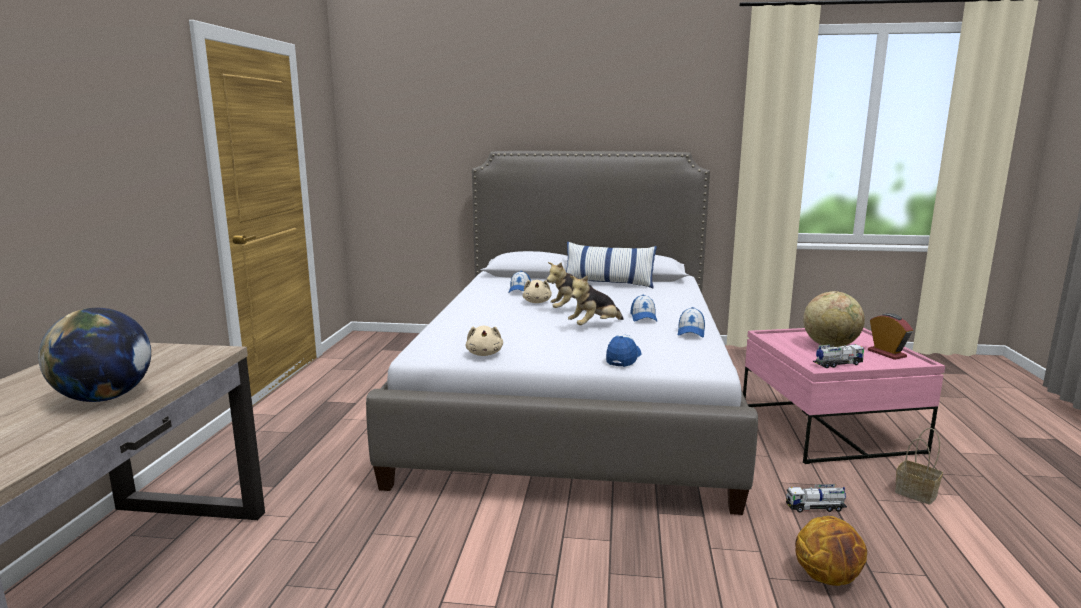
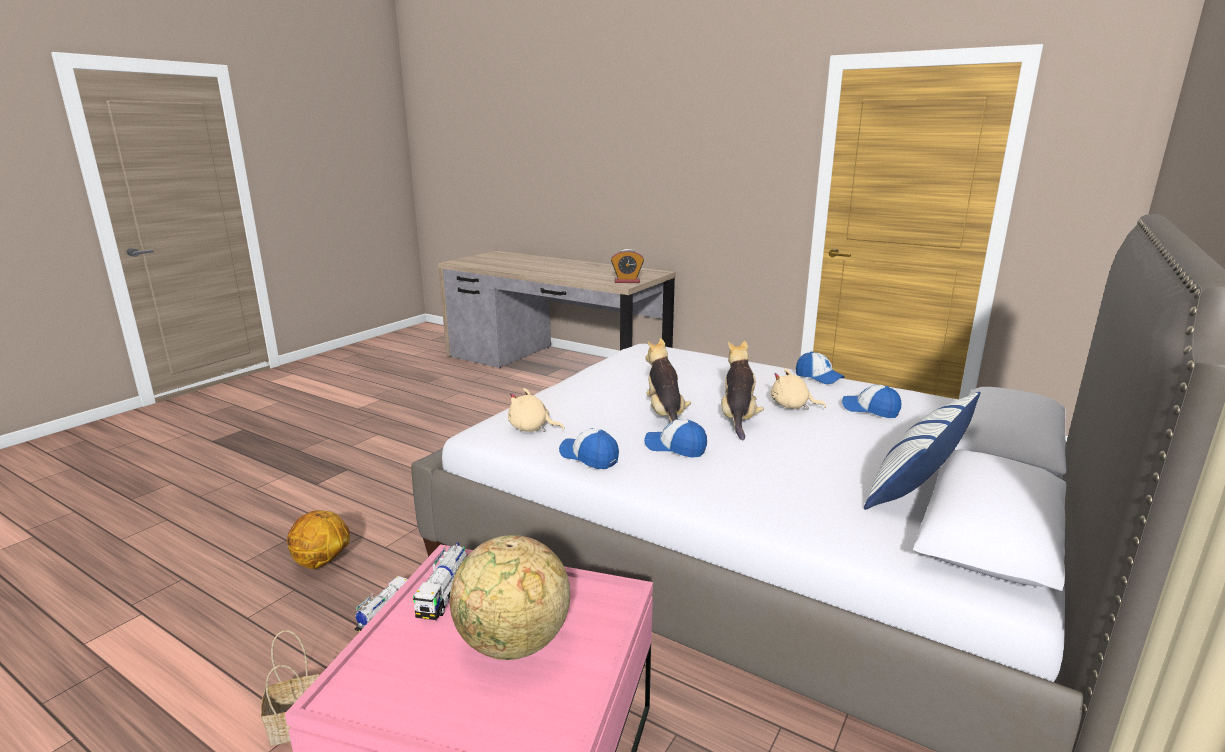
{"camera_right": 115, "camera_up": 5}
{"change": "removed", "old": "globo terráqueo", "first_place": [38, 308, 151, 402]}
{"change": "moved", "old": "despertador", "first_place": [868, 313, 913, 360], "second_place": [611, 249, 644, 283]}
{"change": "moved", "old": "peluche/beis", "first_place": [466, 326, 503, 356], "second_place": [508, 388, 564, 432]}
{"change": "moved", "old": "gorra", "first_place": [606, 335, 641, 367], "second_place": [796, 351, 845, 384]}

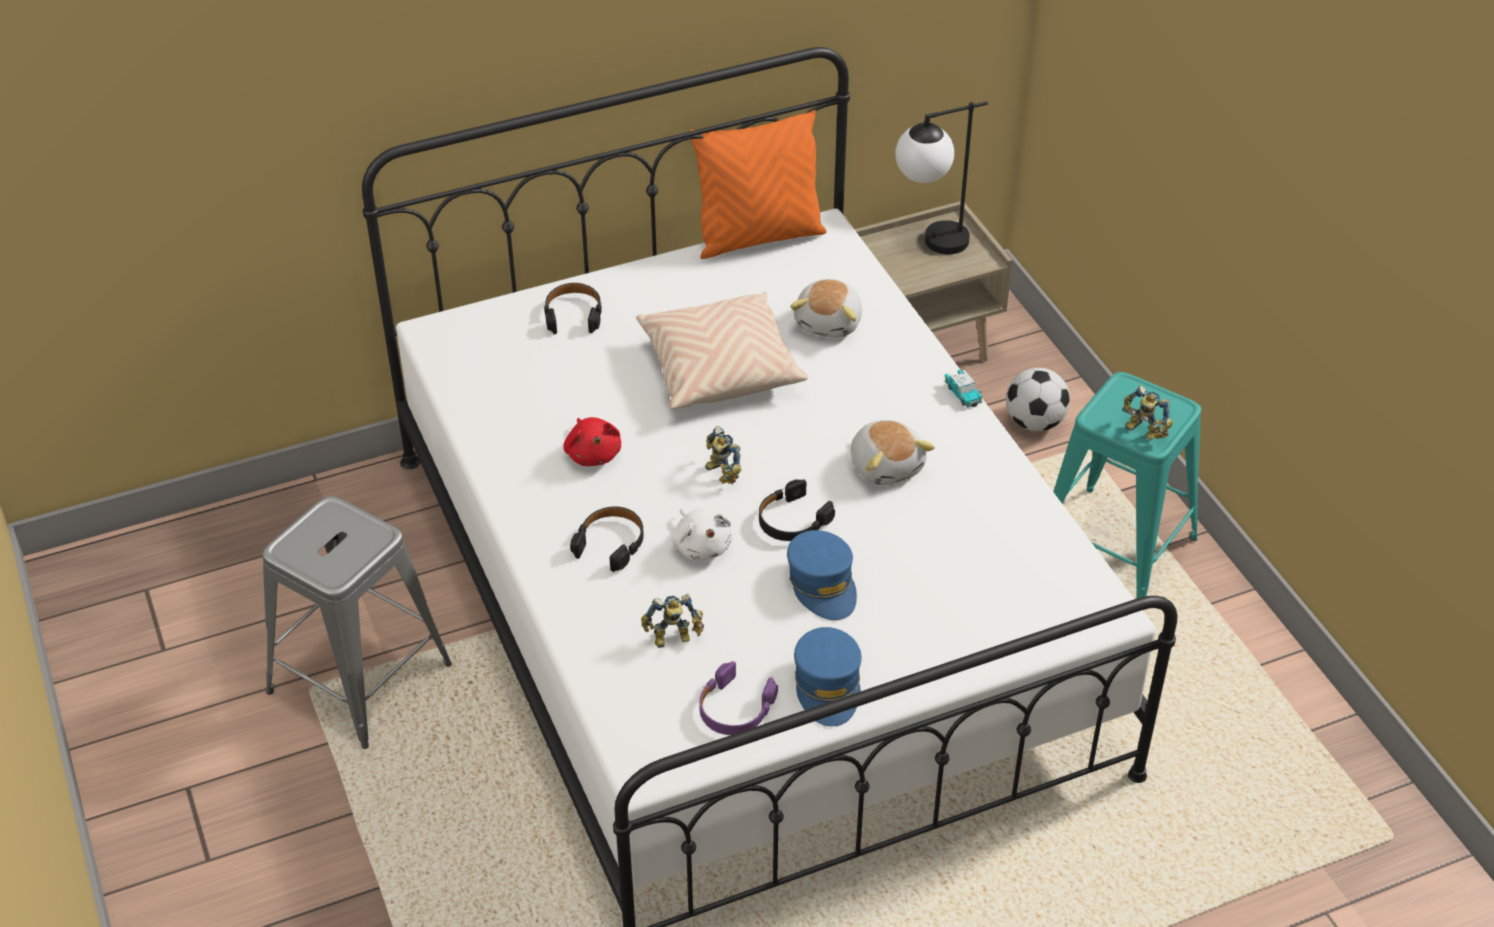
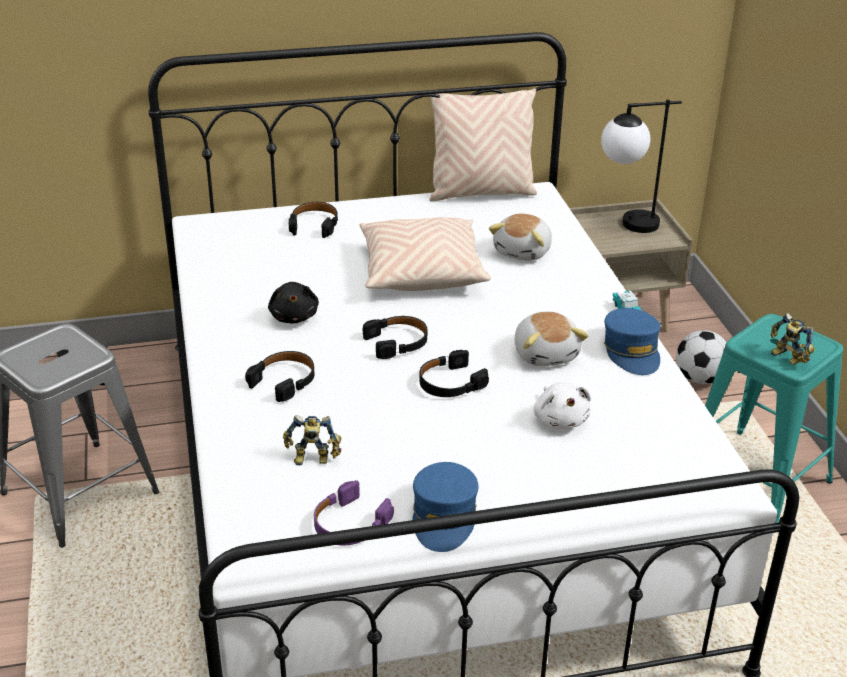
{"camera_right": 10, "camera_up": -10}
{"change": "recoloured", "old": "cojín/naranja", "new": "cojín/beis", "first_place": [689, 110, 827, 259], "second_place": [430, 88, 537, 202]}
{"change": "recoloured", "old": "peluche/rojo", "new": "peluche/negro", "first_place": [564, 417, 621, 466], "second_place": [268, 282, 319, 323]}
{"change": "replaced", "old": "robot de juguete", "new": "auriculares/negro", "first_place": [705, 426, 741, 484], "second_place": [363, 316, 427, 359]}
{"change": "moved", "old": "peluche/blanco", "first_place": [672, 508, 733, 560], "second_place": [533, 382, 591, 429]}
{"change": "moved", "old": "gorra/azul", "first_place": [787, 530, 857, 620], "second_place": [604, 308, 661, 375]}

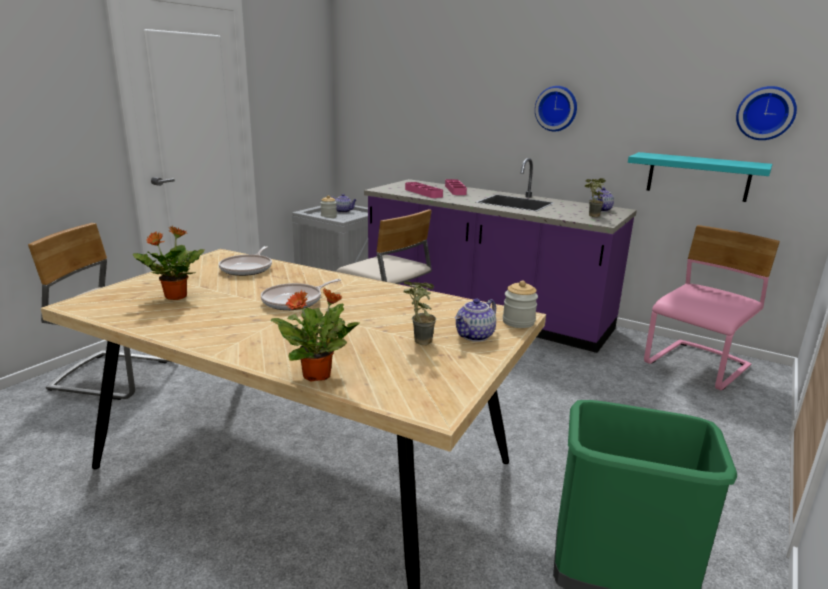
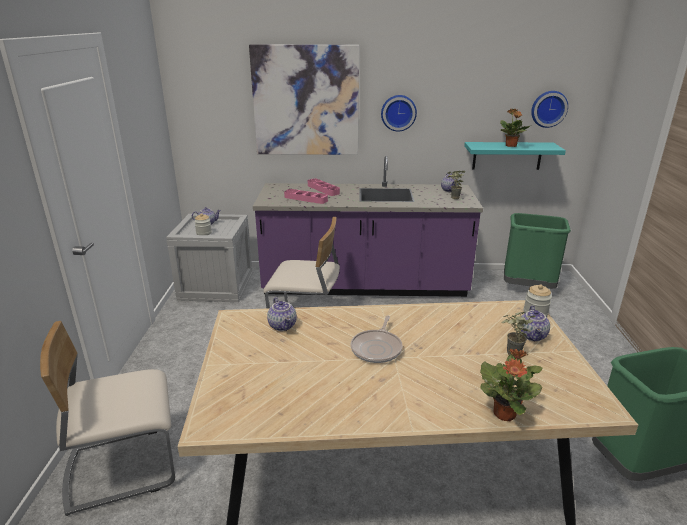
{"camera_right": -30, "camera_up": 5}
{"change": "replaced", "old": "silla/rosa", "new": "papelera/verde", "first_place": [644, 225, 780, 390], "second_place": [504, 213, 571, 289]}
{"change": "moved", "old": "planta en maceta", "first_place": [133, 227, 205, 300], "second_place": [500, 109, 530, 147]}
{"change": "replaced", "old": "sartén", "new": "tetera", "first_place": [219, 246, 272, 276], "second_place": [267, 297, 297, 331]}
{"change": "added", "new": "cuadro", "second_place": [249, 45, 359, 155]}

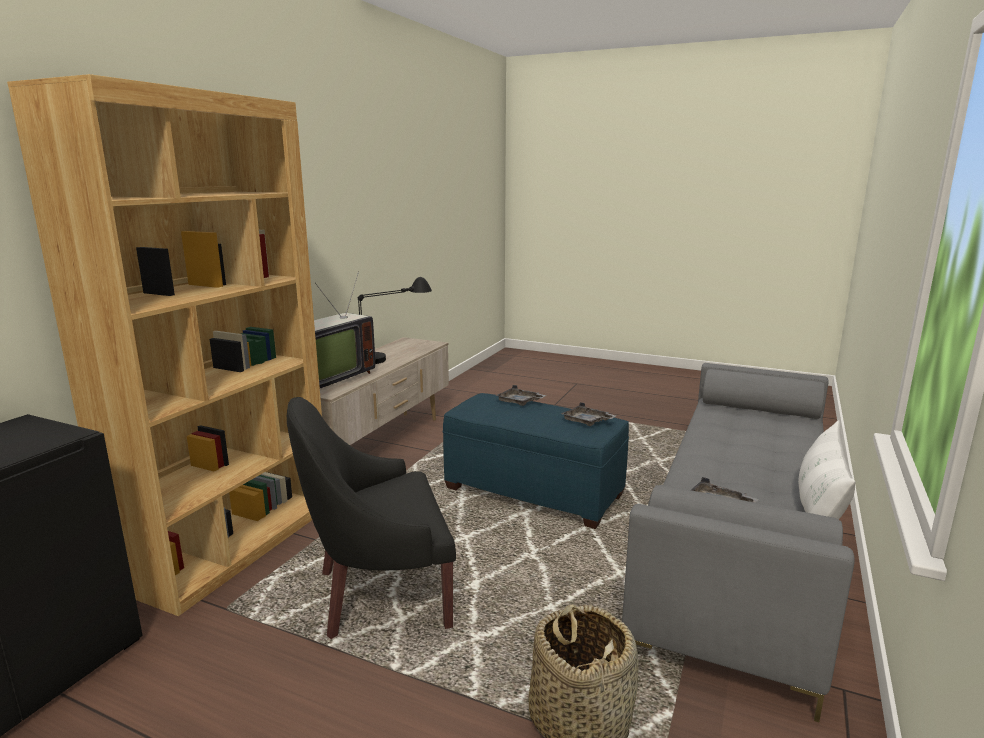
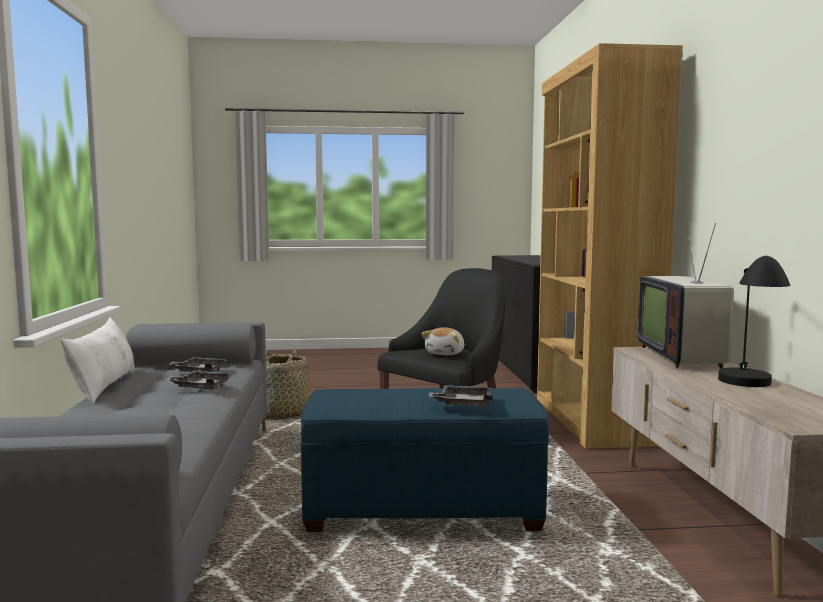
{"camera_right": 150, "camera_up": -10}
{"change": "moved", "old": "bandeja/gris", "first_place": [561, 402, 616, 426], "second_place": [166, 370, 233, 390]}
{"change": "added", "new": "peluche", "second_place": [422, 327, 464, 355]}

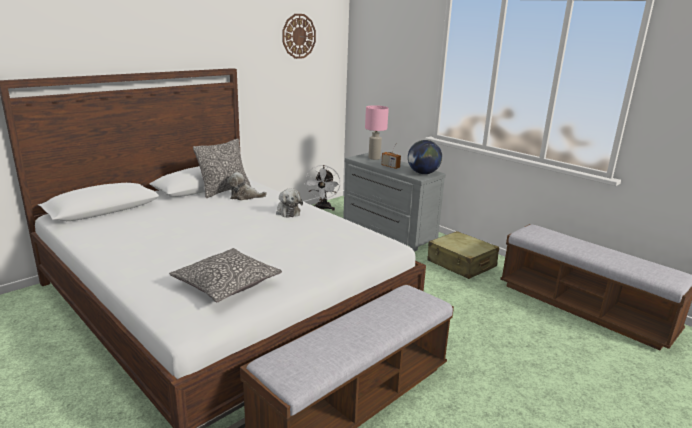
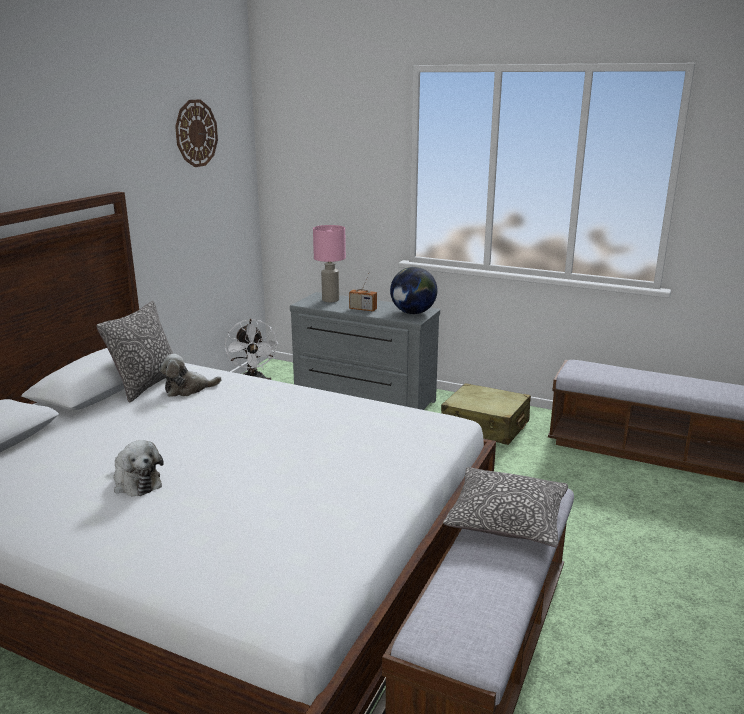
{"camera_right": -20, "camera_up": 0}
{"change": "moved", "old": "peluche", "first_place": [276, 189, 303, 218], "second_place": [113, 440, 164, 496]}
{"change": "moved", "old": "cojín", "first_place": [169, 248, 282, 303], "second_place": [443, 467, 568, 547]}

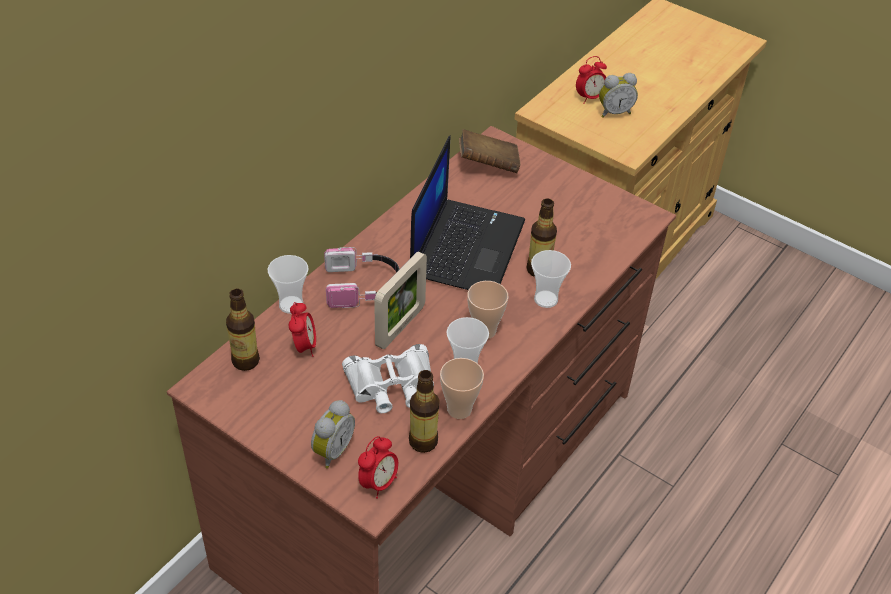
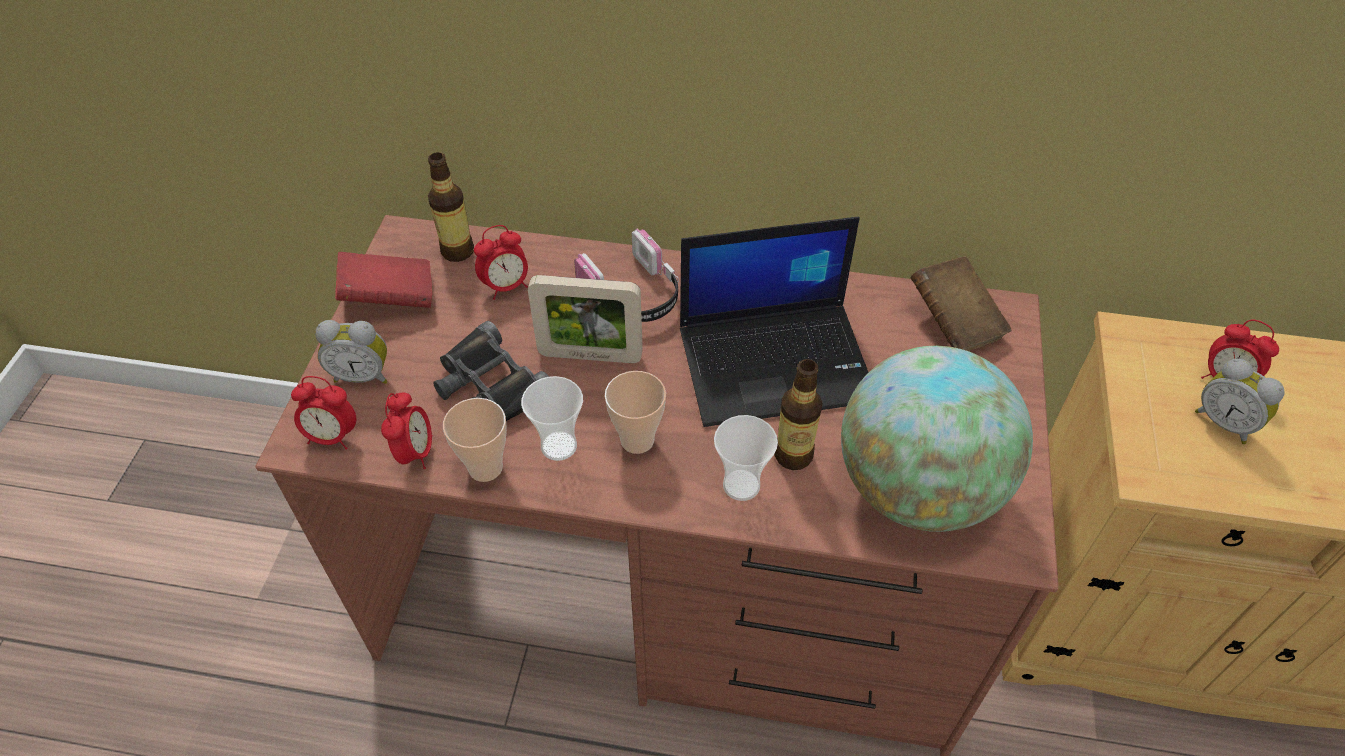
{"camera_right": 65, "camera_up": 5}
{"change": "removed", "old": "taza", "first_place": [268, 255, 309, 314]}
{"change": "recoloured", "old": "prismáticos/blanco", "new": "prismáticos/negro", "first_place": [342, 344, 434, 413], "second_place": [433, 321, 549, 421]}
{"change": "replaced", "old": "botella", "new": "despertador", "first_place": [409, 370, 440, 453], "second_place": [381, 392, 433, 469]}
{"change": "added", "new": "libro/rojo", "second_place": [335, 252, 432, 308]}
{"change": "added", "new": "globo terráqueo", "second_place": [841, 346, 1033, 532]}

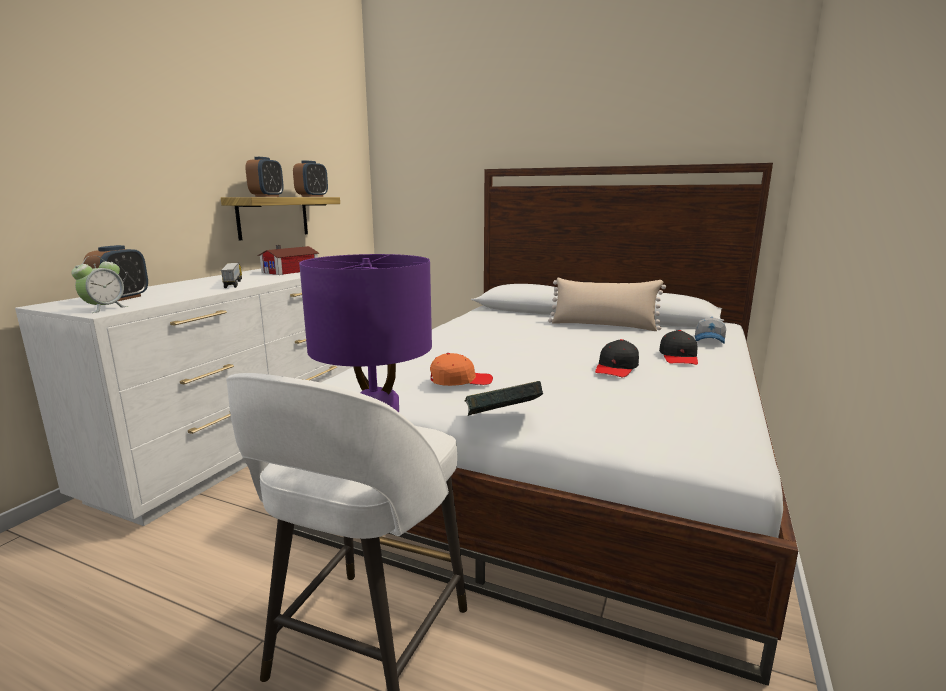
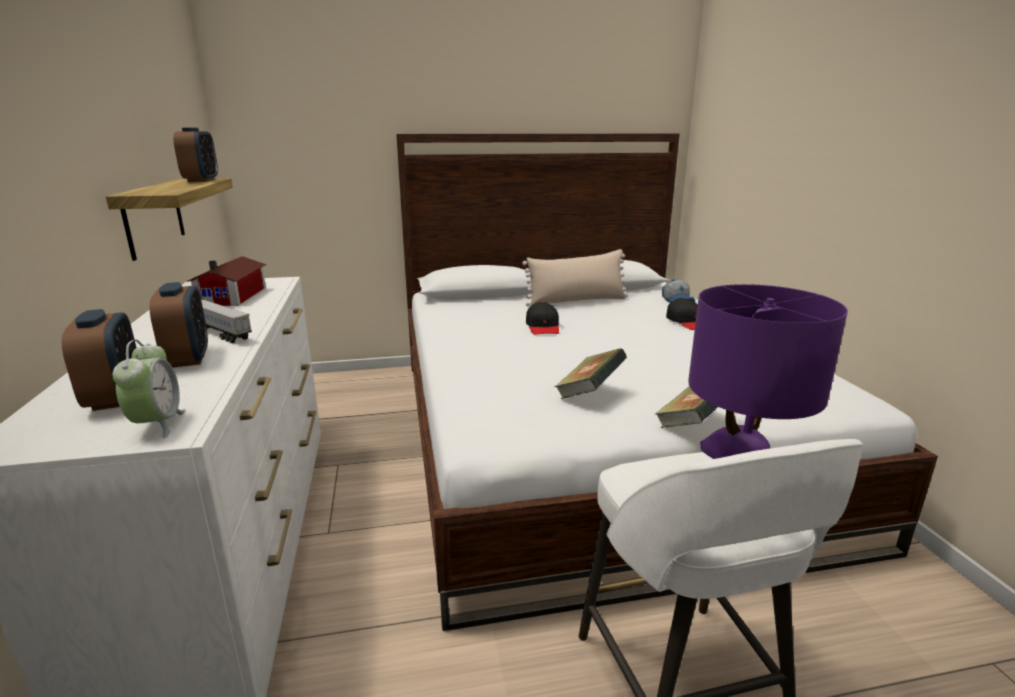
{"camera_right": -35, "camera_up": 5}
{"change": "moved", "old": "despertador", "first_place": [245, 157, 284, 197], "second_place": [149, 282, 208, 368]}
{"change": "moved", "old": "gorra/negro", "first_place": [595, 339, 639, 377], "second_place": [526, 301, 559, 335]}
{"change": "replaced", "old": "gorra/naranja", "new": "libro", "first_place": [430, 353, 493, 386], "second_place": [555, 348, 627, 399]}

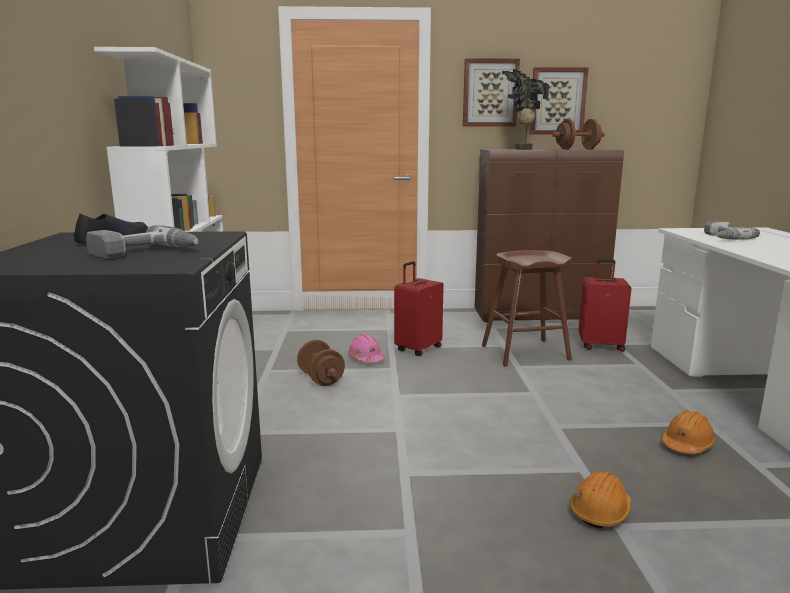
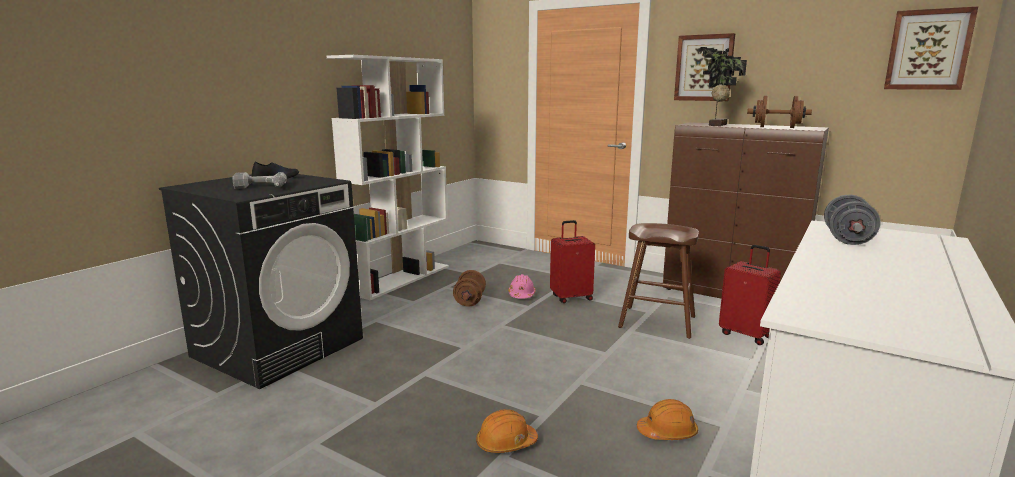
{"camera_right": 35, "camera_up": 0}
{"change": "moved", "old": "cuadro", "first_place": [530, 67, 589, 135], "second_place": [884, 7, 978, 90]}
{"change": "replaced", "old": "taladro", "new": "mancuerna/gris", "first_place": [704, 221, 760, 240], "second_place": [824, 195, 881, 245]}

